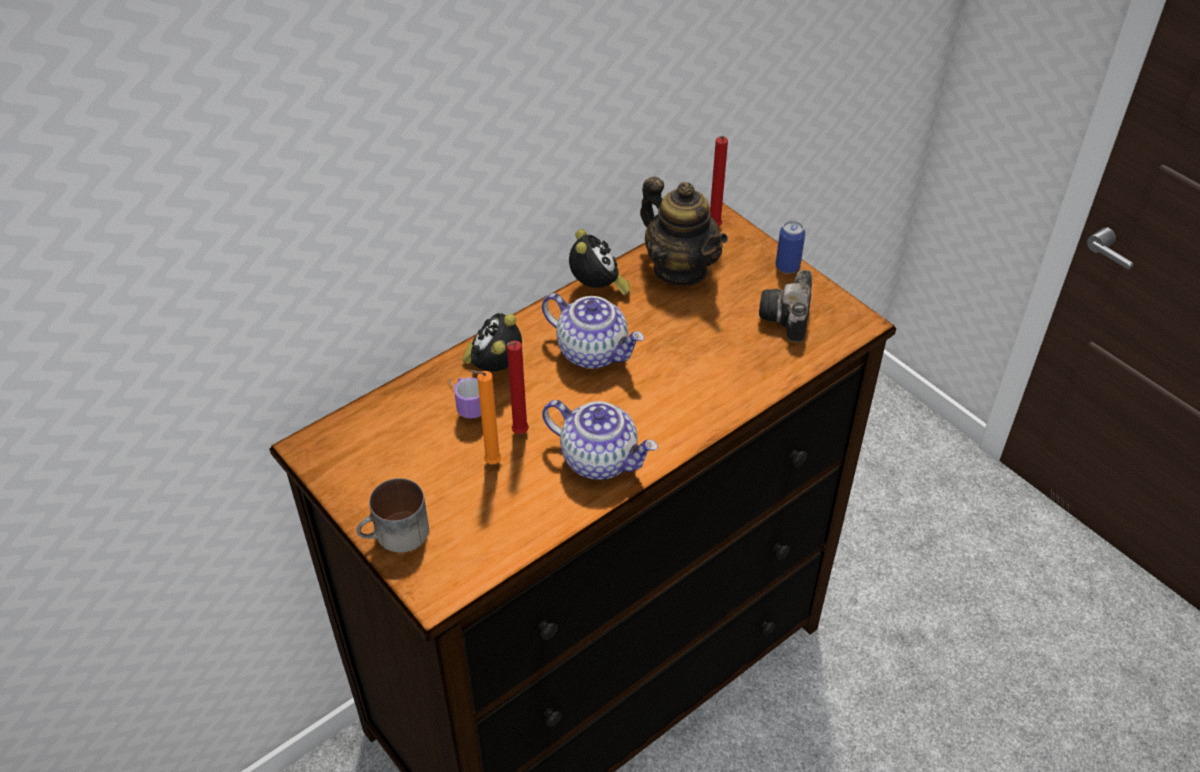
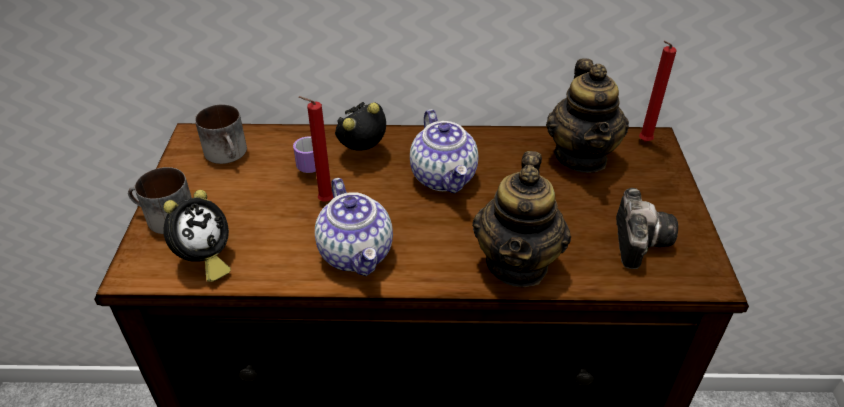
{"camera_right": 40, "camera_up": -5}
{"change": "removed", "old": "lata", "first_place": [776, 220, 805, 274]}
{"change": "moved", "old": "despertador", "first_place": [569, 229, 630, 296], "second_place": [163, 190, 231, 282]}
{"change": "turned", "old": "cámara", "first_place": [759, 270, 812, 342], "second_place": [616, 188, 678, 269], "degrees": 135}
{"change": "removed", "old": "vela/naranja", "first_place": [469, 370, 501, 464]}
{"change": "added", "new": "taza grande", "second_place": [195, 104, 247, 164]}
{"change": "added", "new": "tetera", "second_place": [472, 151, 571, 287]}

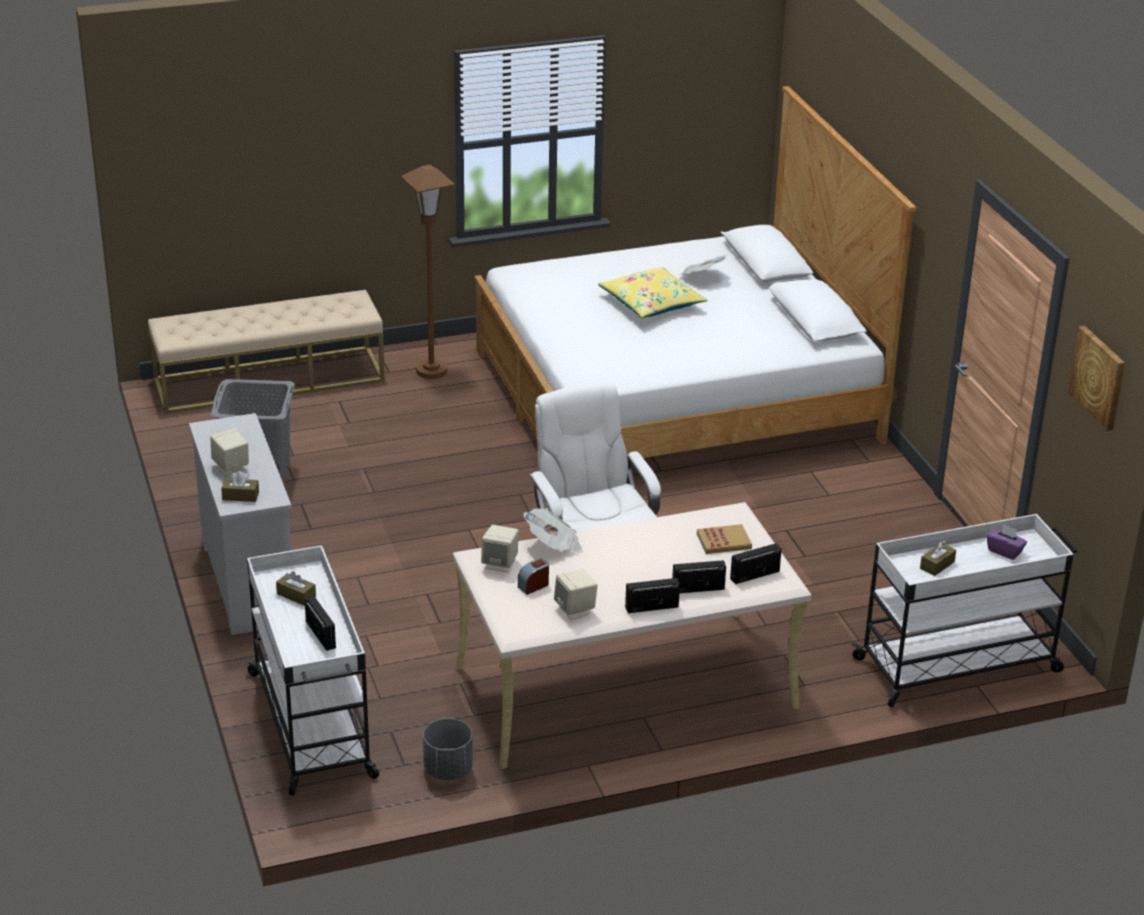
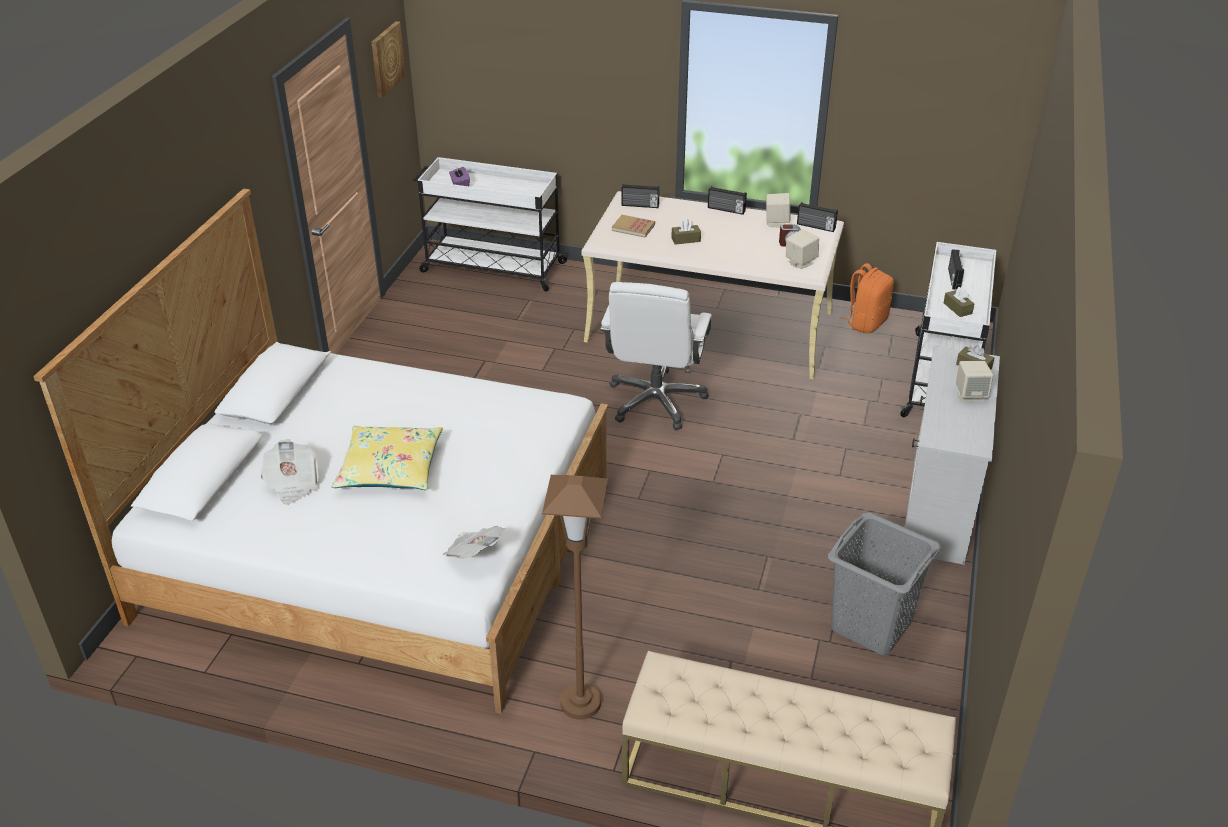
{"camera_right": -145, "camera_up": 5}
{"change": "moved", "old": "periódico", "first_place": [524, 508, 583, 553], "second_place": [443, 526, 505, 558]}
{"change": "moved", "old": "caja de pañuelos/marrón", "first_place": [920, 541, 956, 576], "second_place": [671, 219, 701, 245]}
{"change": "moved", "old": "radio", "first_place": [672, 560, 726, 593], "second_place": [797, 202, 838, 232]}
{"change": "replaced", "old": "maceta/gris", "new": "mochila/naranja", "first_place": [423, 718, 473, 780], "second_place": [840, 263, 894, 333]}

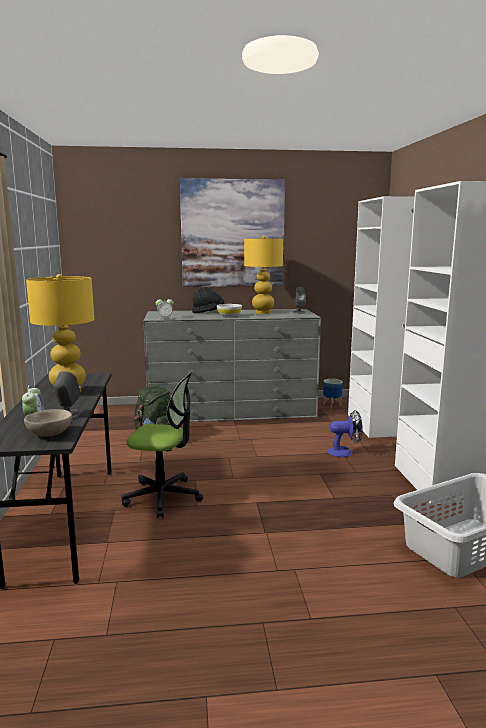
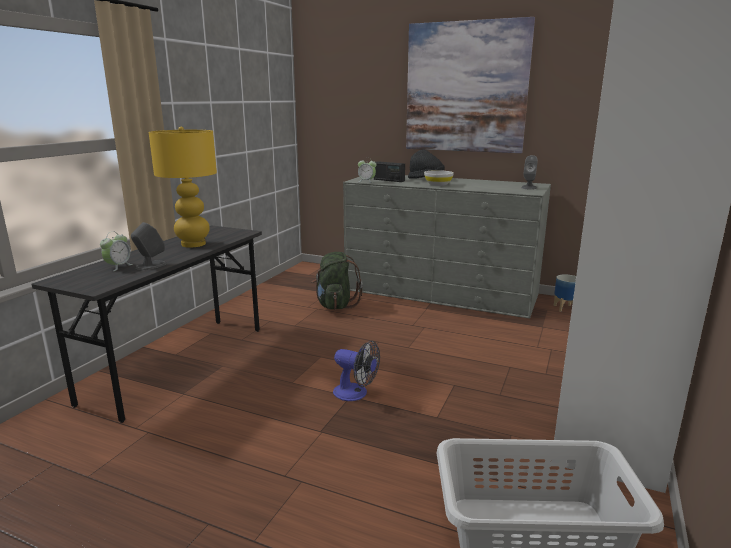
{"camera_right": 30, "camera_up": 5}
{"change": "removed", "old": "lámpara de mesa/amarillo", "first_place": [244, 236, 283, 314]}
{"change": "removed", "old": "silla de oficina", "first_place": [121, 372, 203, 518]}
{"change": "removed", "old": "cuenco/beis", "first_place": [24, 409, 72, 437]}
{"change": "moved", "old": "ventilador", "first_place": [328, 410, 363, 457], "second_place": [333, 341, 380, 401]}
{"change": "added", "new": "radio", "second_place": [374, 161, 405, 182]}

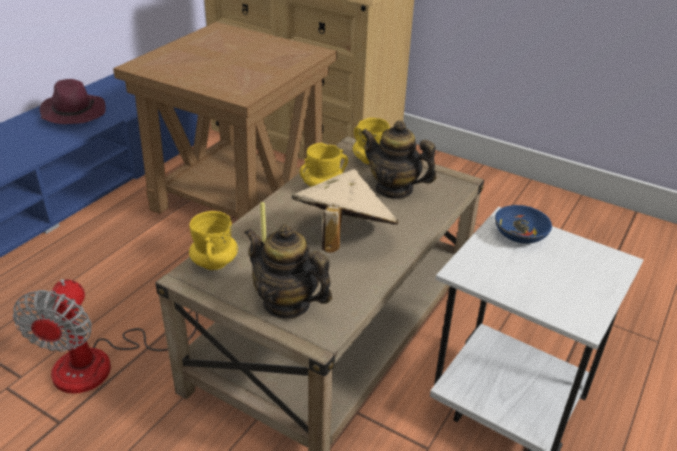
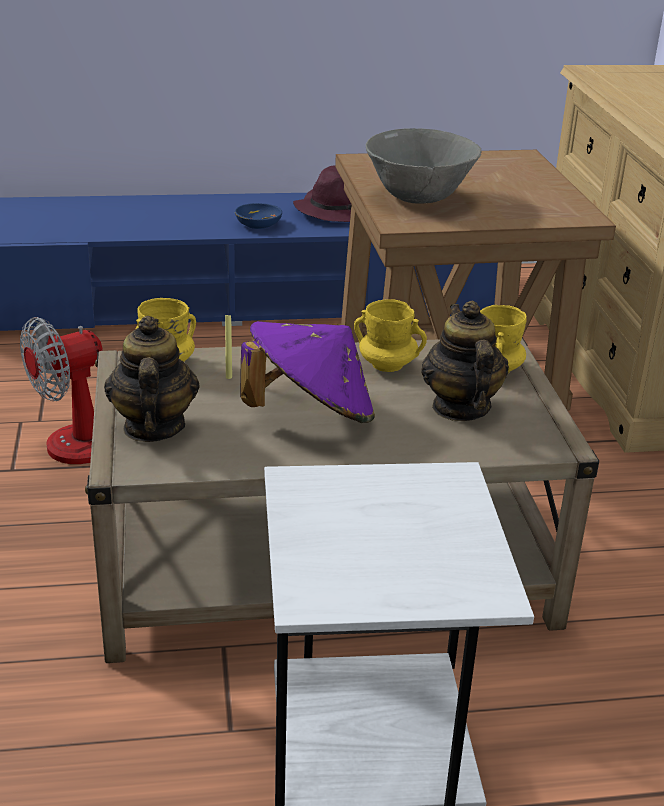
{"camera_right": 50, "camera_up": -5}
{"change": "recoloured", "old": "sombrero/beis", "new": "sombrero/morado", "first_place": [292, 169, 398, 253], "second_place": [240, 321, 375, 423]}
{"change": "moved", "old": "cuenco/azul", "first_place": [495, 205, 552, 244], "second_place": [235, 203, 282, 229]}
{"change": "added", "new": "cuenco/gris", "second_place": [366, 128, 481, 204]}

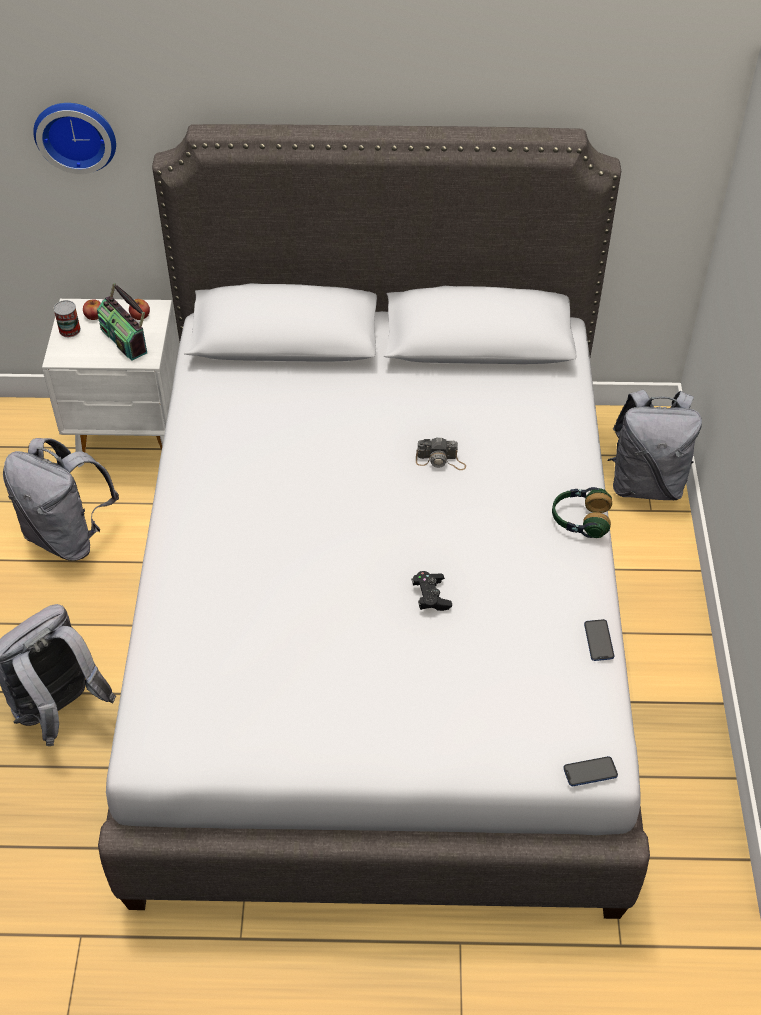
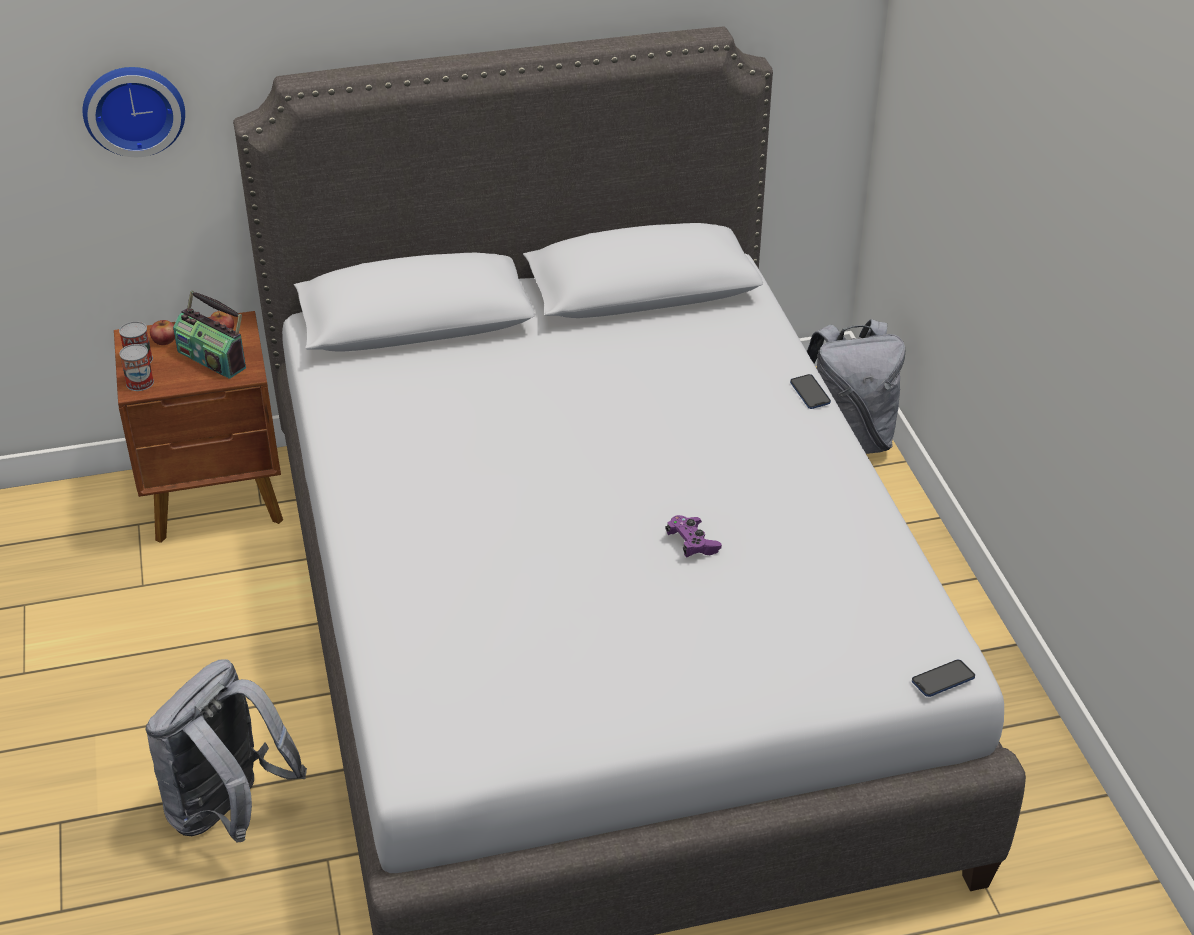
{"camera_right": -15, "camera_up": -10}
{"change": "recoloured", "old": "mesita de noche/blanco", "new": "mesita de noche/marrón", "first_place": [42, 299, 179, 467], "second_place": [114, 311, 283, 543]}
{"change": "removed", "old": "cámara", "first_place": [416, 437, 466, 470]}
{"change": "removed", "old": "mochila/gris", "first_place": [3, 438, 119, 561]}
{"change": "removed", "old": "auriculares", "first_place": [552, 487, 612, 538]}
{"change": "recoloured", "old": "mando de consola/negro", "new": "mando de consola/morado", "first_place": [412, 571, 452, 611], "second_place": [665, 515, 722, 557]}
{"change": "moved", "old": "móvil", "first_place": [584, 619, 614, 661], "second_place": [790, 374, 831, 409]}
{"change": "added", "new": "lata", "second_place": [119, 344, 154, 391]}

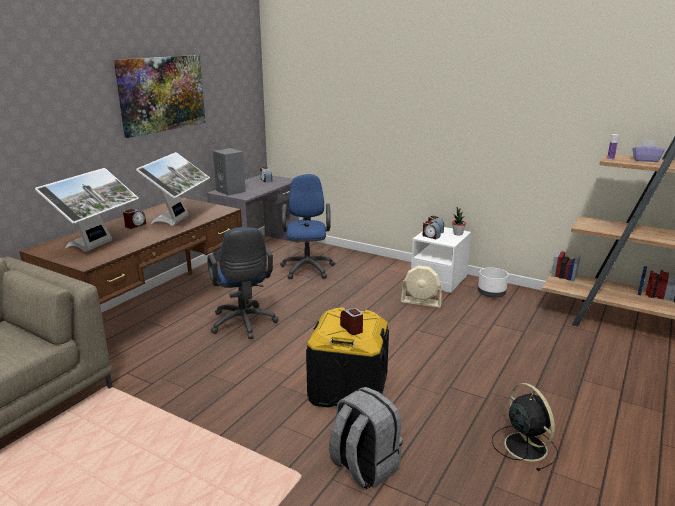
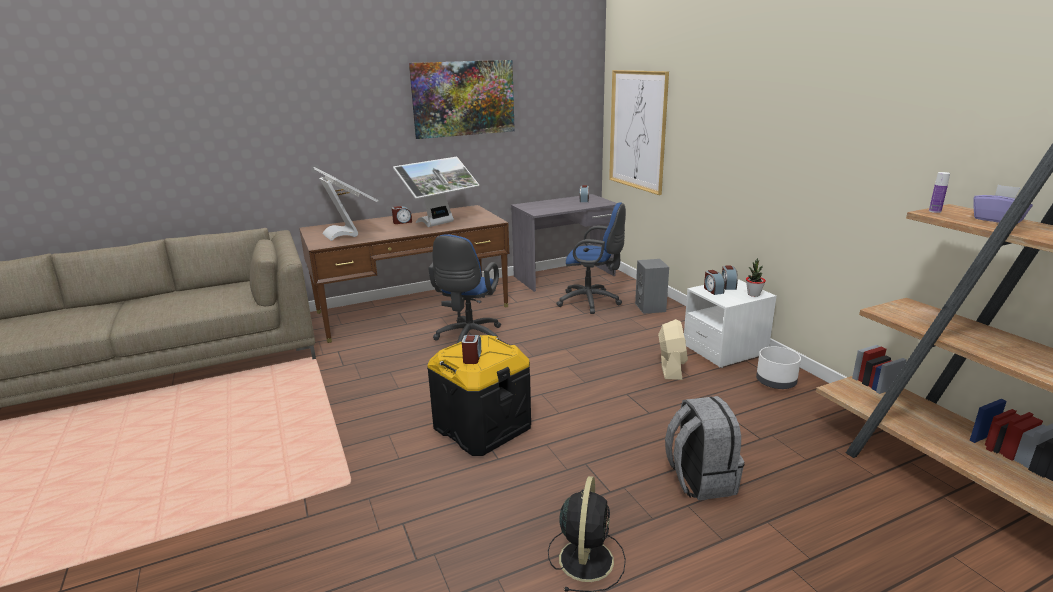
{"camera_right": 35, "camera_up": 0}
{"change": "moved", "old": "altavoz/gris", "first_place": [213, 148, 246, 196], "second_place": [635, 259, 669, 314]}
{"change": "turned", "old": "monitor", "first_place": [35, 168, 139, 252], "second_place": [313, 167, 379, 241], "degrees": -90}
{"change": "turned", "old": "silla de oficina/azul", "first_place": [280, 174, 335, 279], "second_place": [556, 202, 626, 314], "degrees": 75}
{"change": "turned", "old": "ventilador/beis", "first_place": [401, 265, 443, 308], "second_place": [658, 319, 688, 380], "degrees": -135}
{"change": "moved", "old": "mochila/gris", "first_place": [329, 387, 403, 489], "second_place": [665, 396, 744, 500]}
{"change": "added", "new": "cuadro", "second_place": [609, 70, 669, 195]}

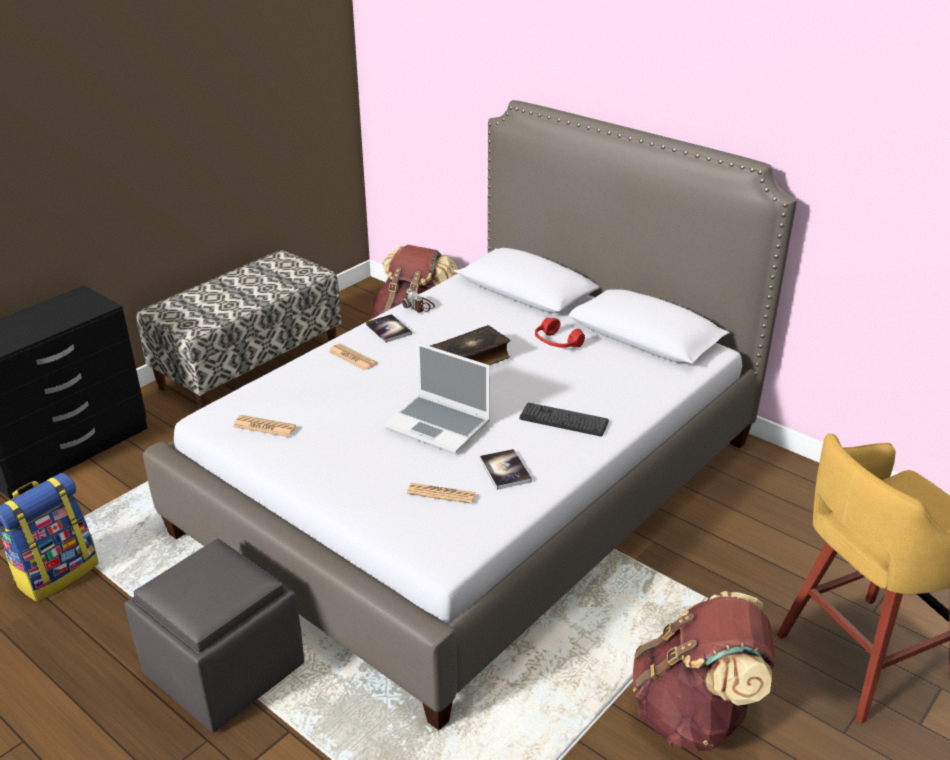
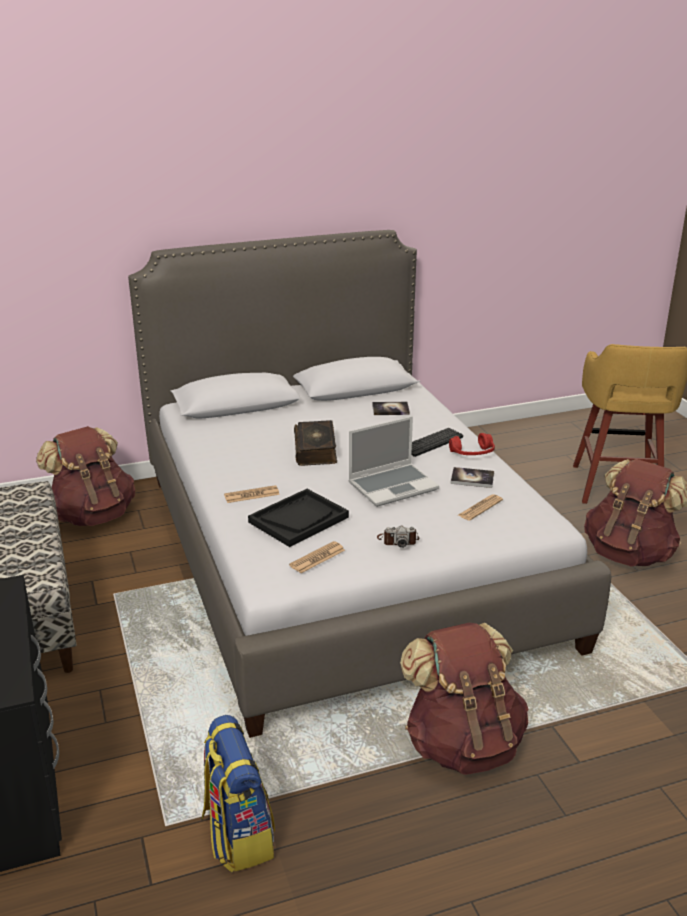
{"camera_right": -60, "camera_up": -5}
{"change": "moved", "old": "cámara", "first_place": [402, 289, 435, 313], "second_place": [377, 525, 419, 548]}
{"change": "moved", "old": "libro", "first_place": [366, 314, 412, 343], "second_place": [372, 402, 410, 415]}
{"change": "moved", "old": "auriculares/rojo", "first_place": [535, 318, 585, 348], "second_place": [449, 433, 495, 455]}
{"change": "replaced", "old": "puf/gris", "new": "mochila/marrón", "first_place": [125, 538, 304, 733], "second_place": [400, 623, 529, 775]}
{"change": "added", "new": "bandeja/negro", "second_place": [248, 489, 349, 547]}

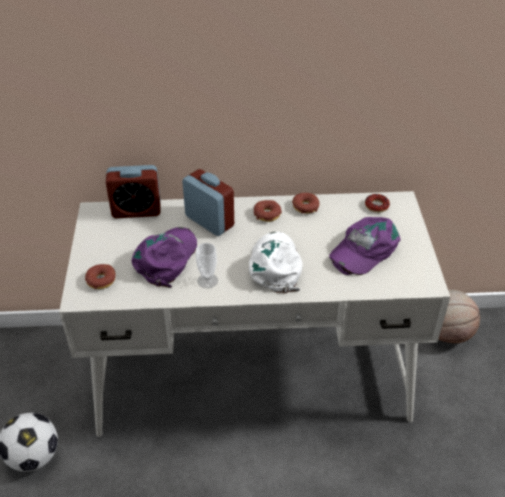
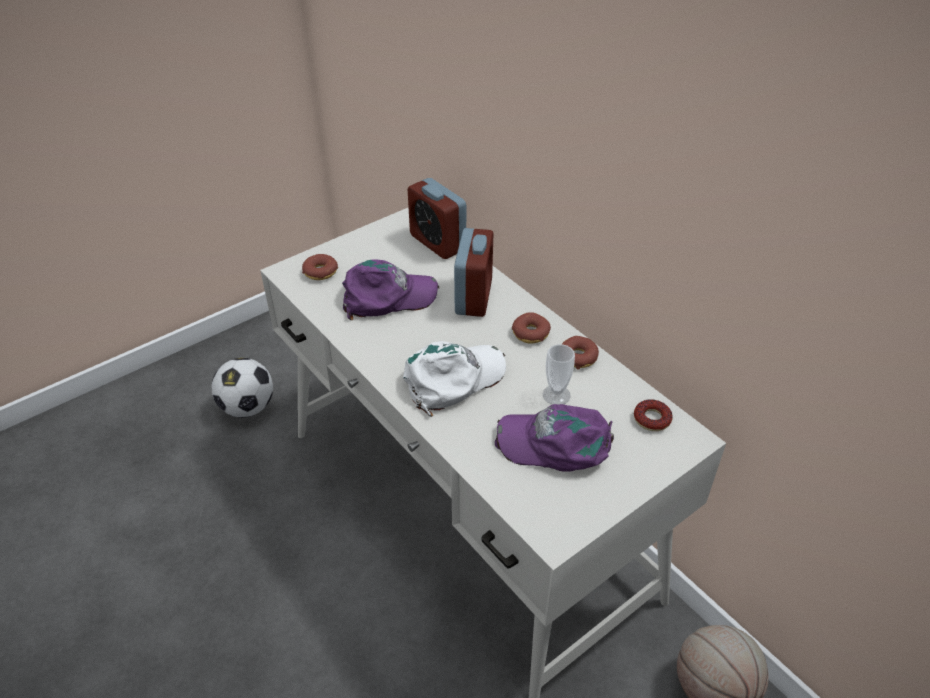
{"camera_right": 55, "camera_up": 0}
{"change": "moved", "old": "taza", "first_place": [196, 243, 218, 288], "second_place": [543, 344, 575, 405]}

